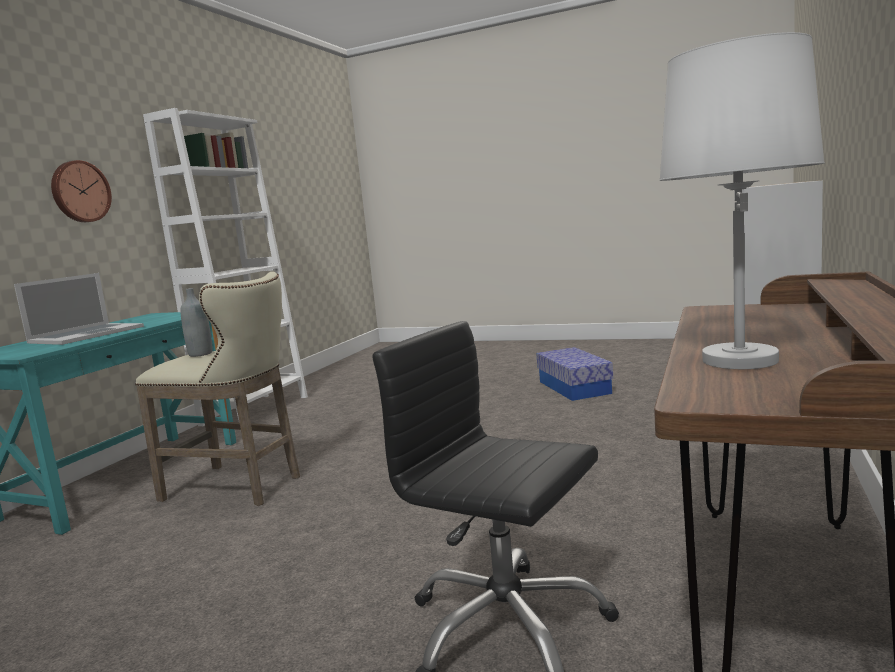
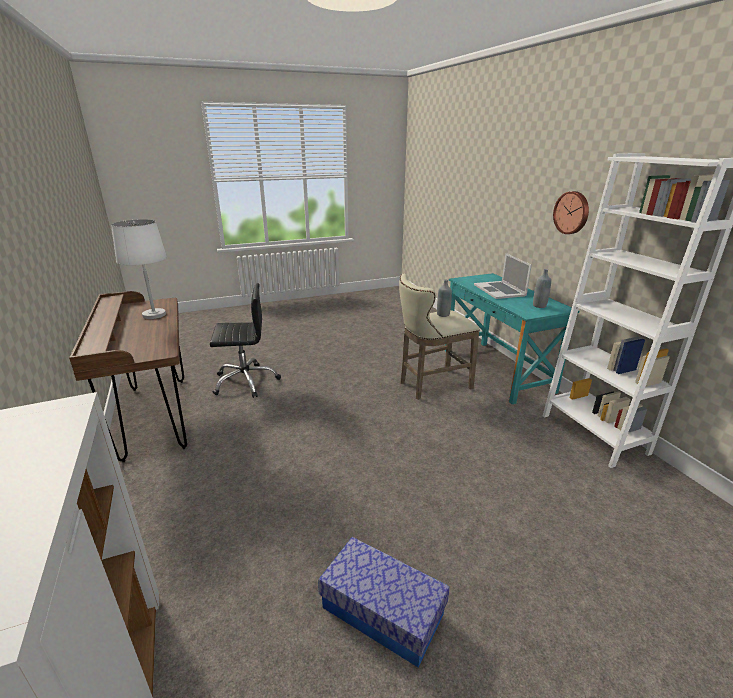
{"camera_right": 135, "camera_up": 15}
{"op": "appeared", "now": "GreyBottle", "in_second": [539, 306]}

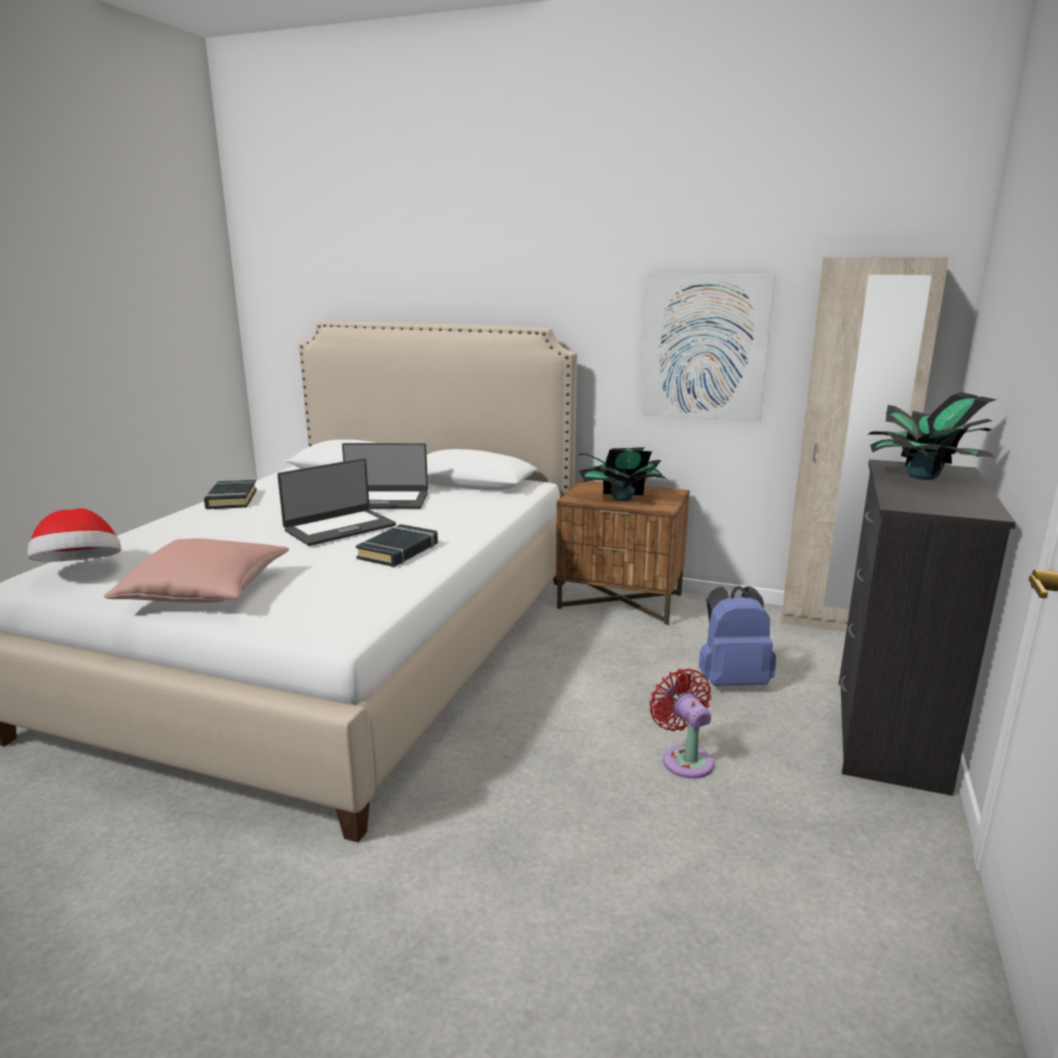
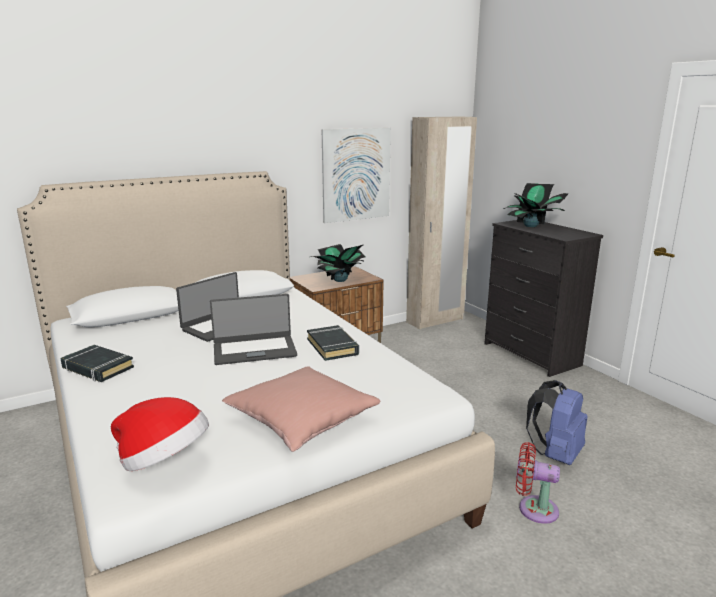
{"camera_right": -50, "camera_up": 0}
{"op": "relocated", "was": "RedFan", "in_first": [685, 759], "in_second": [533, 509]}
{"op": "relocated", "was": "BlueBackpack", "in_first": [732, 681], "in_second": [555, 454]}
{"op": "spun", "was": "Laptop", "in_first": [339, 527], "in_second": [254, 350], "clockwise": 75}

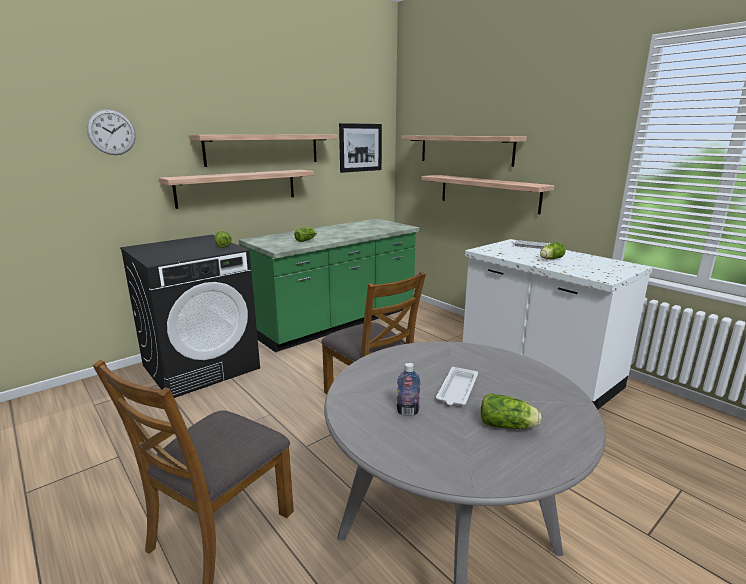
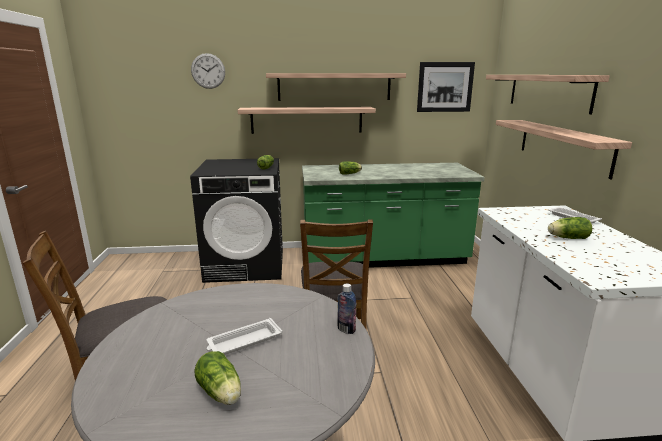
{"camera_right": 35, "camera_up": 0}
{"op": "relocated", "was": "Bottle", "in_first": [407, 412], "in_second": [346, 329]}

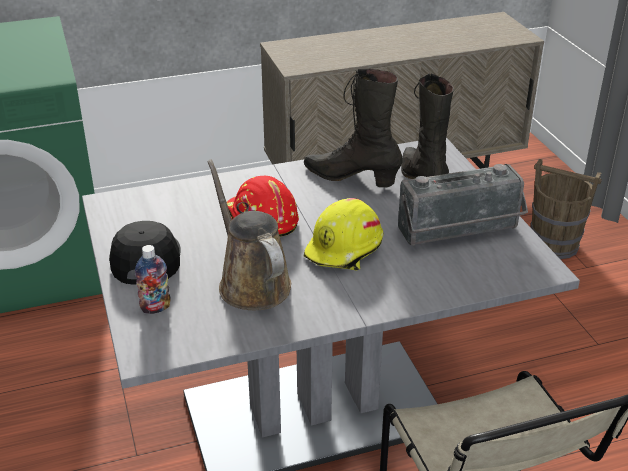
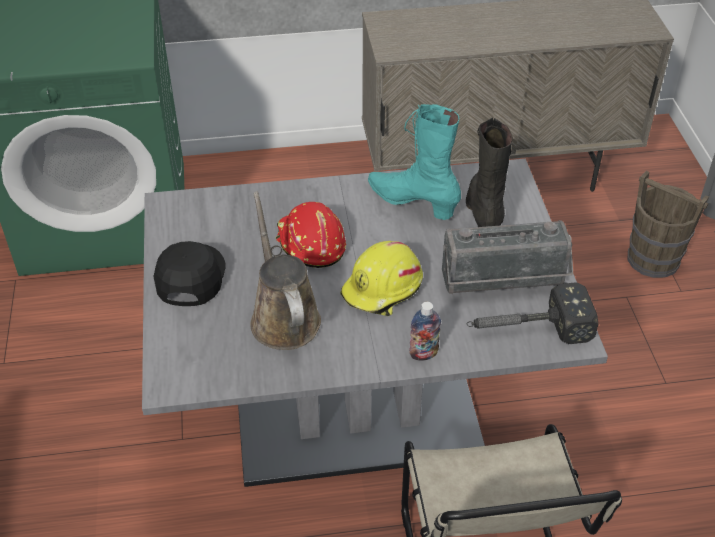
{"camera_right": 10, "camera_up": 10}
{"op": "appeared", "now": "Hammer", "in_second": [526, 329]}
{"op": "relocated", "was": "Bottle", "in_first": [155, 308], "in_second": [423, 354]}
{"op": "colour", "was": "BlackBoot", "now": "TurquoiseBoot", "in_first": [351, 178], "in_second": [412, 202]}

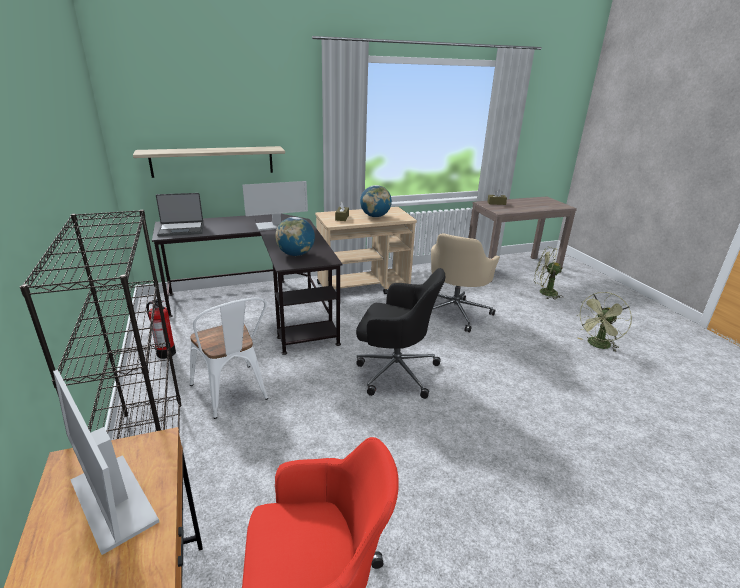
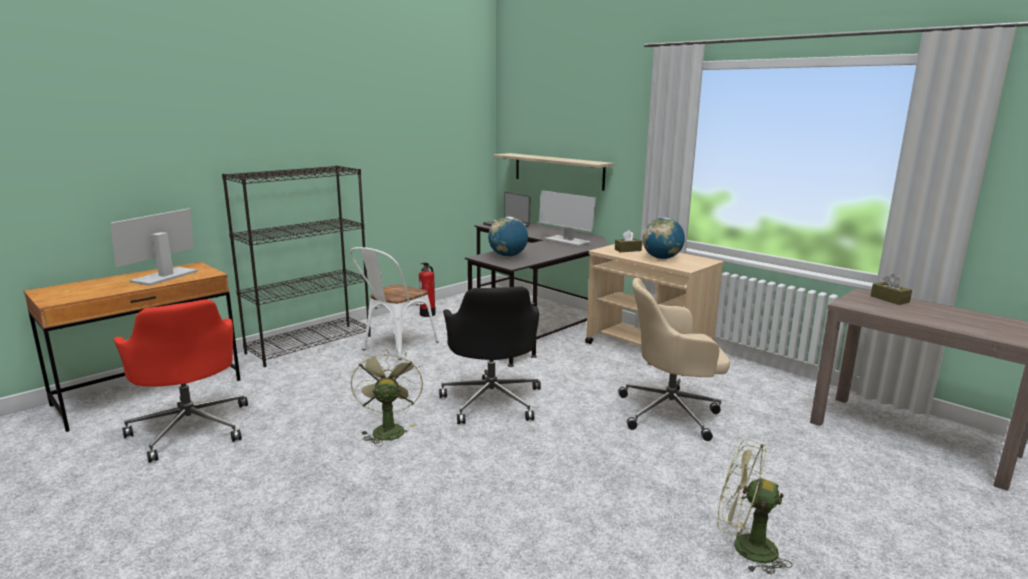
{"camera_right": 65, "camera_up": -10}
{"op": "relocated", "was": "GreenFan", "in_first": [544, 292], "in_second": [387, 429]}

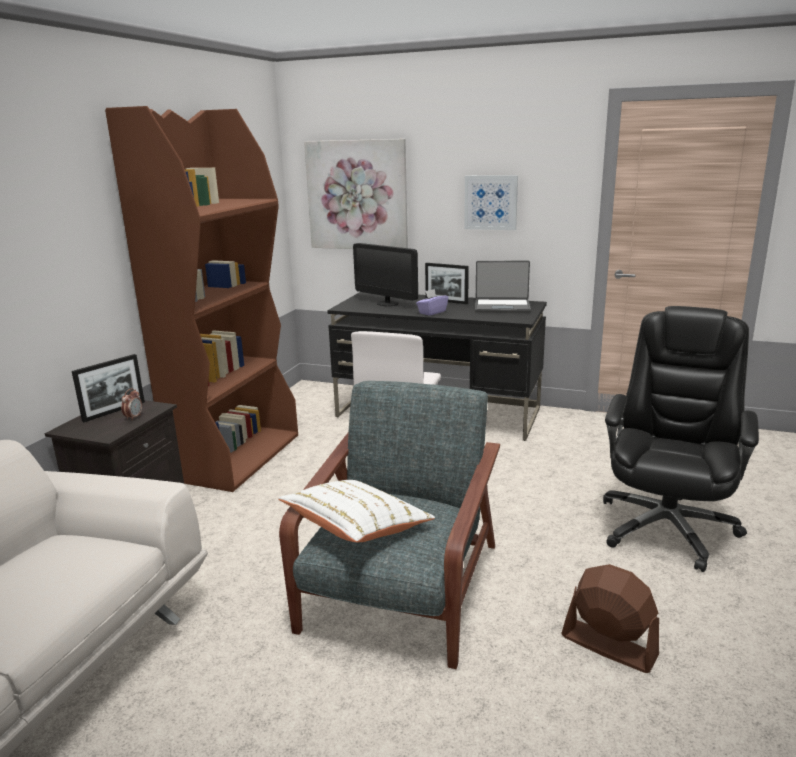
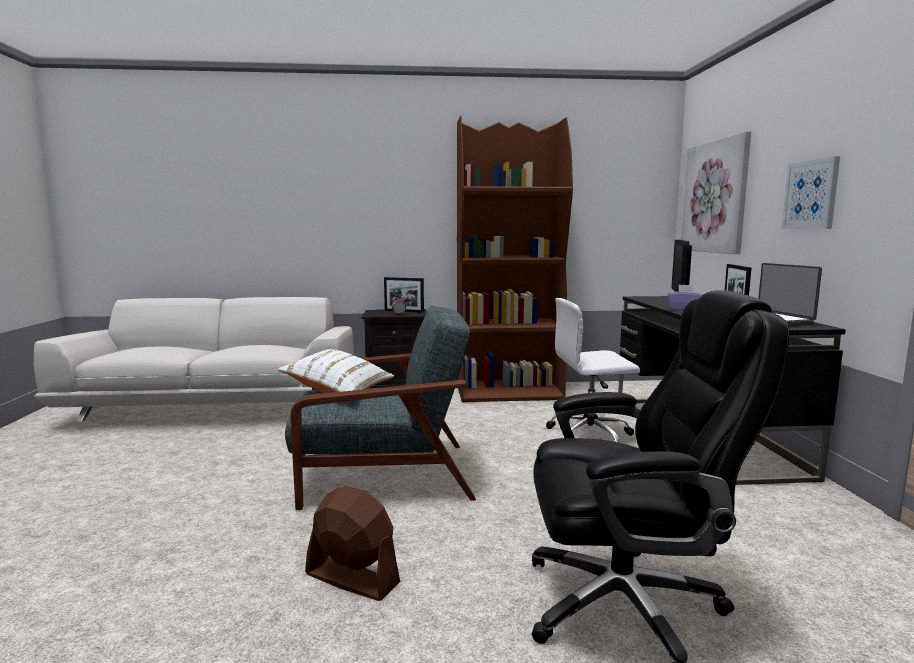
{"camera_right": 65, "camera_up": -10}
{"op": "spun", "was": "BrownFan", "in_first": [608, 645], "in_second": [352, 578], "clockwise": -75}

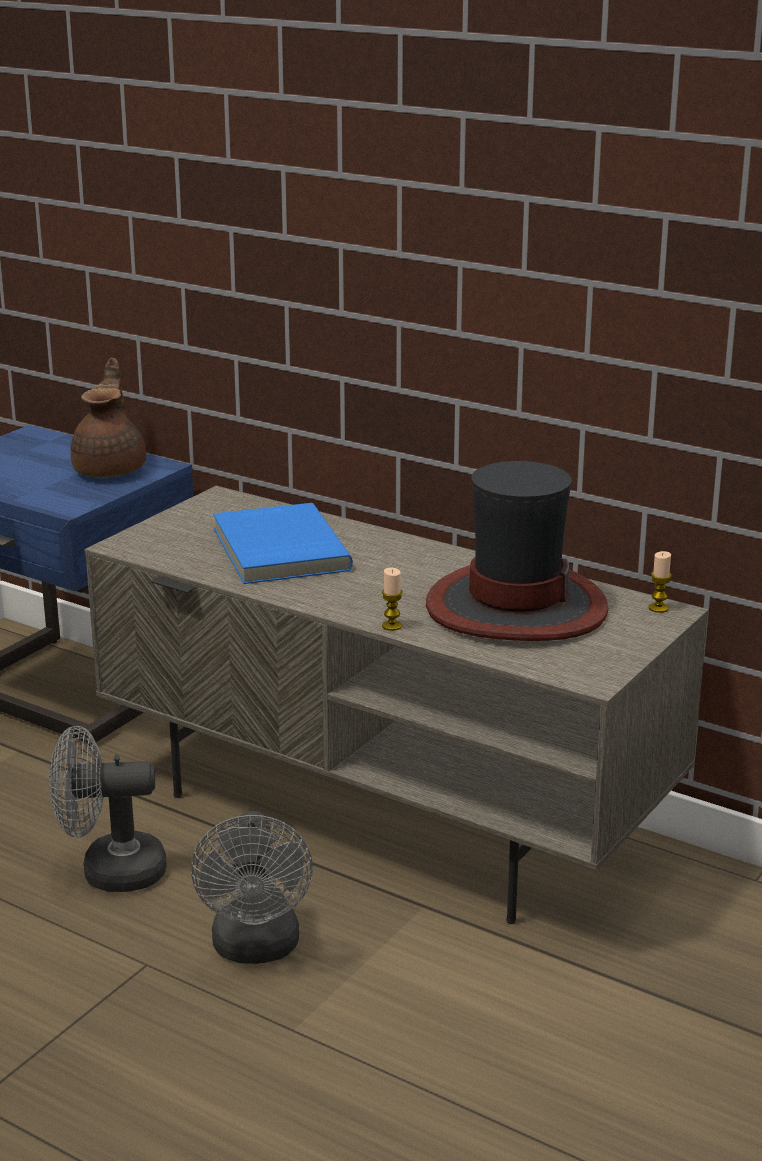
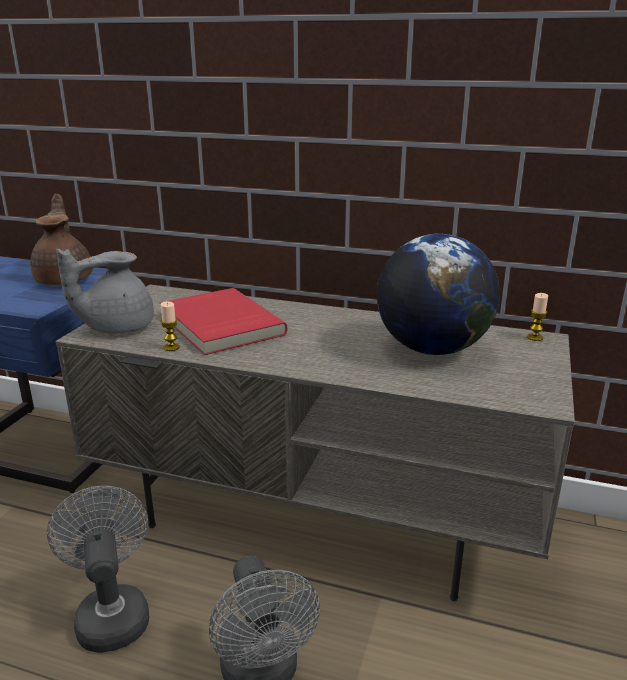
{"camera_right": -15, "camera_up": 0}
{"op": "appeared", "now": "GreyTeapot", "in_second": [116, 327]}
{"op": "relocated", "was": "Candle", "in_first": [392, 626], "in_second": [171, 347]}
{"op": "exchanged", "was": "Hat", "now": "Globe", "in_first": [515, 607], "in_second": [432, 349]}
{"op": "colour", "was": "BlueBook", "now": "RedBook", "in_first": [277, 549], "in_second": [219, 325]}
{"op": "spun", "was": "GreyFan", "in_first": [110, 871], "in_second": [111, 613], "clockwise": 90}

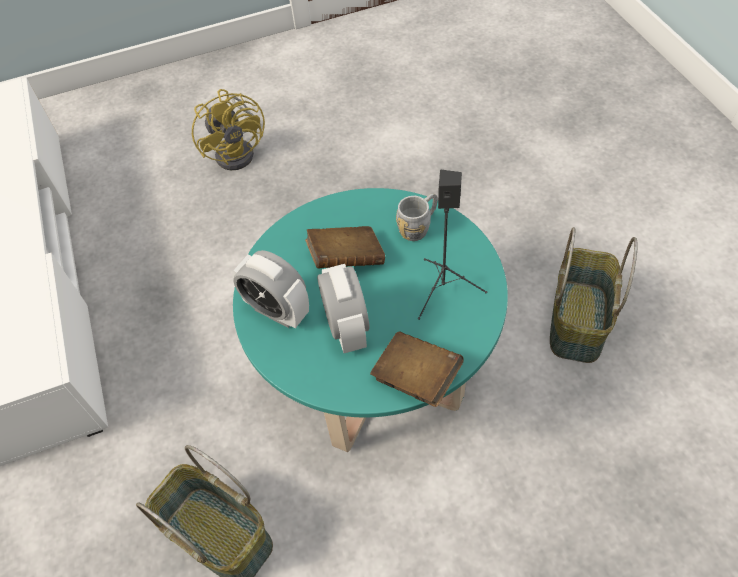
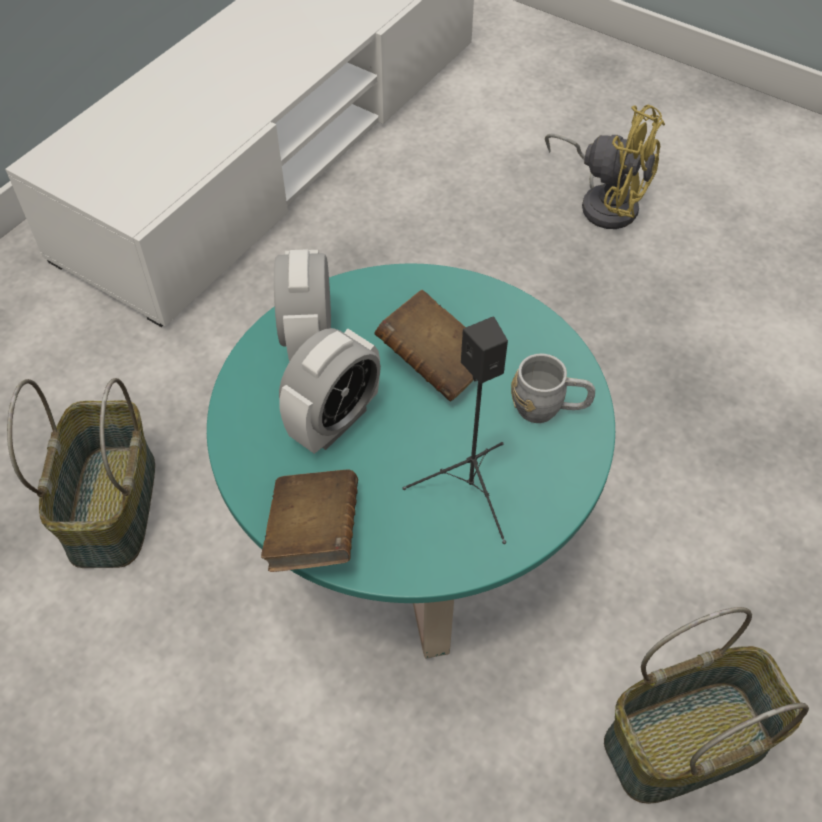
{"camera_right": 50, "camera_up": 0}
{"op": "spun", "was": "YellowFan", "in_first": [239, 151], "in_second": [604, 201], "clockwise": -90}

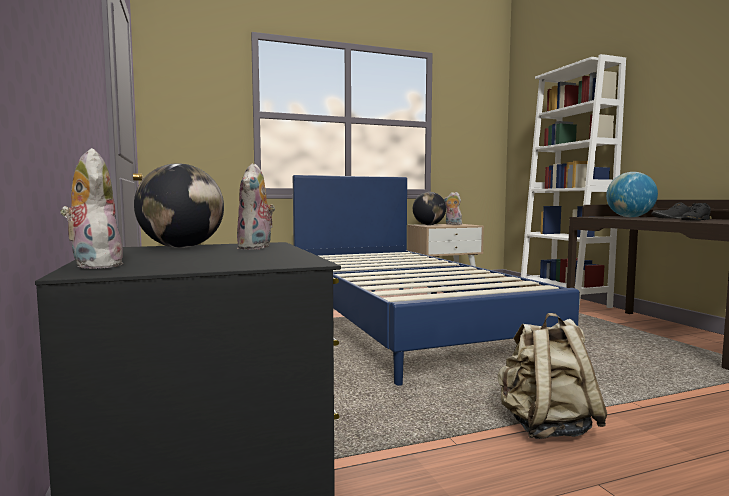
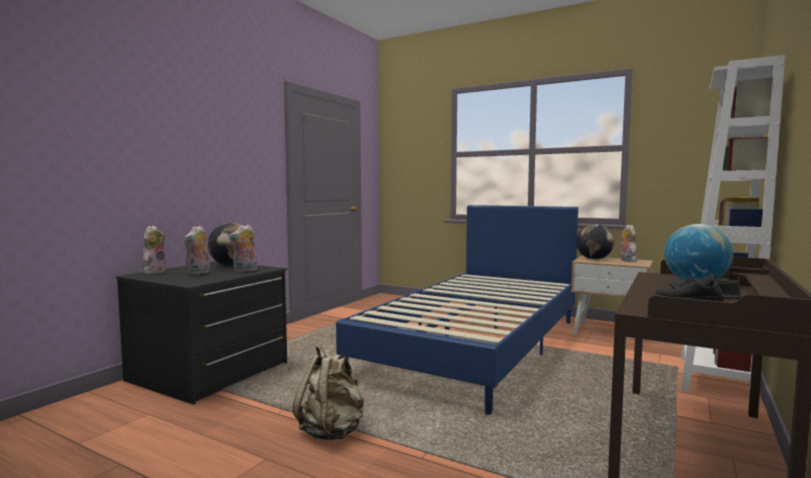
{"camera_right": 50, "camera_up": 0}
{"op": "appeared", "now": "PlushToy", "in_second": [198, 273]}

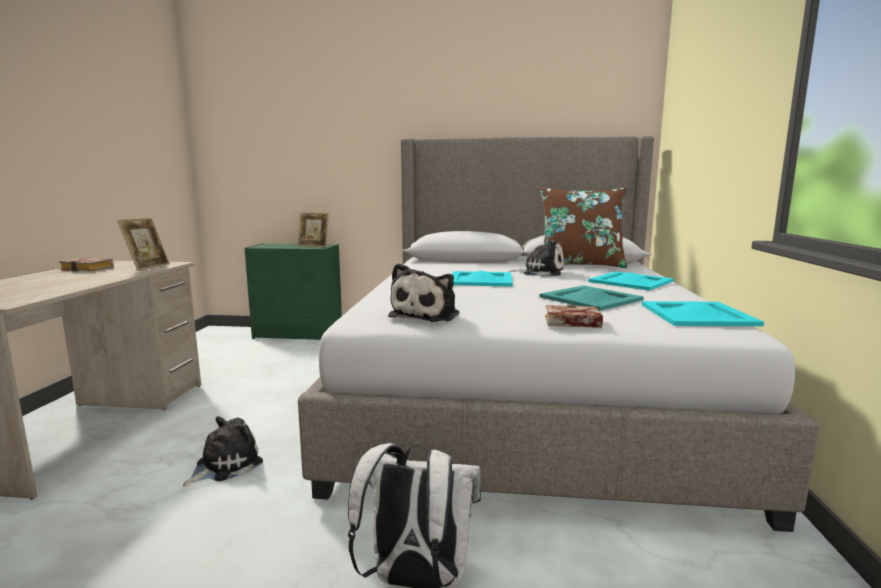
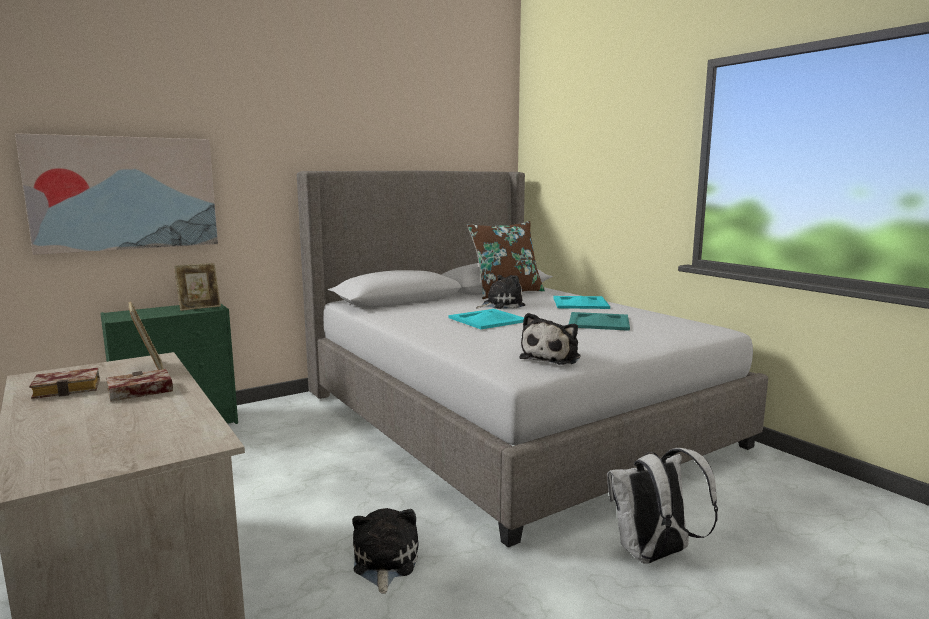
{"camera_right": -40, "camera_up": 0}
{"op": "missing", "was": "TurquoiseTray", "in_first": [697, 315]}
{"op": "appeared", "now": "Picture", "in_second": [125, 193]}
{"op": "relocated", "was": "Book", "in_first": [570, 323], "in_second": [137, 392]}
{"op": "spun", "was": "PlushToy", "in_first": [427, 315], "in_second": [552, 357], "clockwise": 45}

